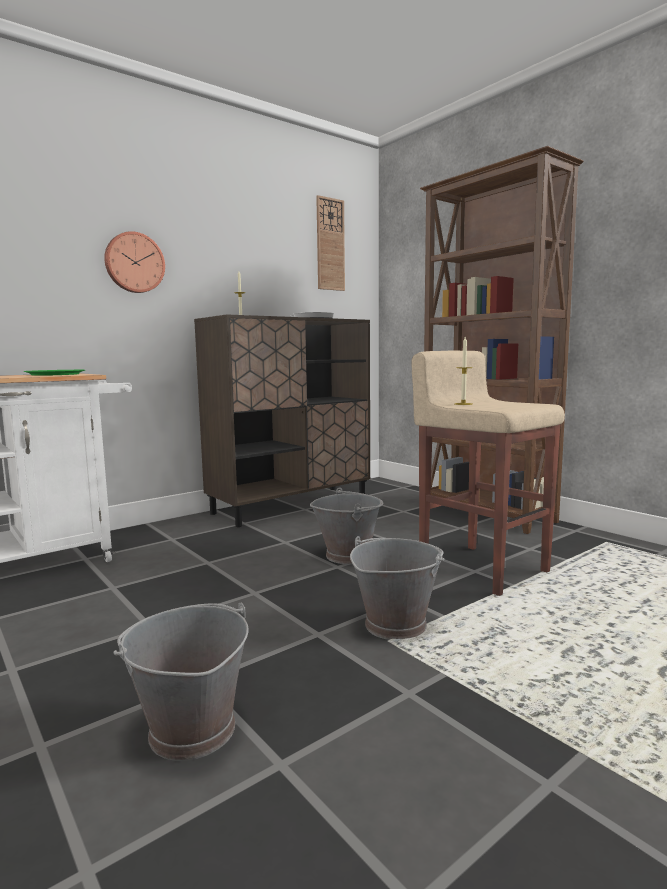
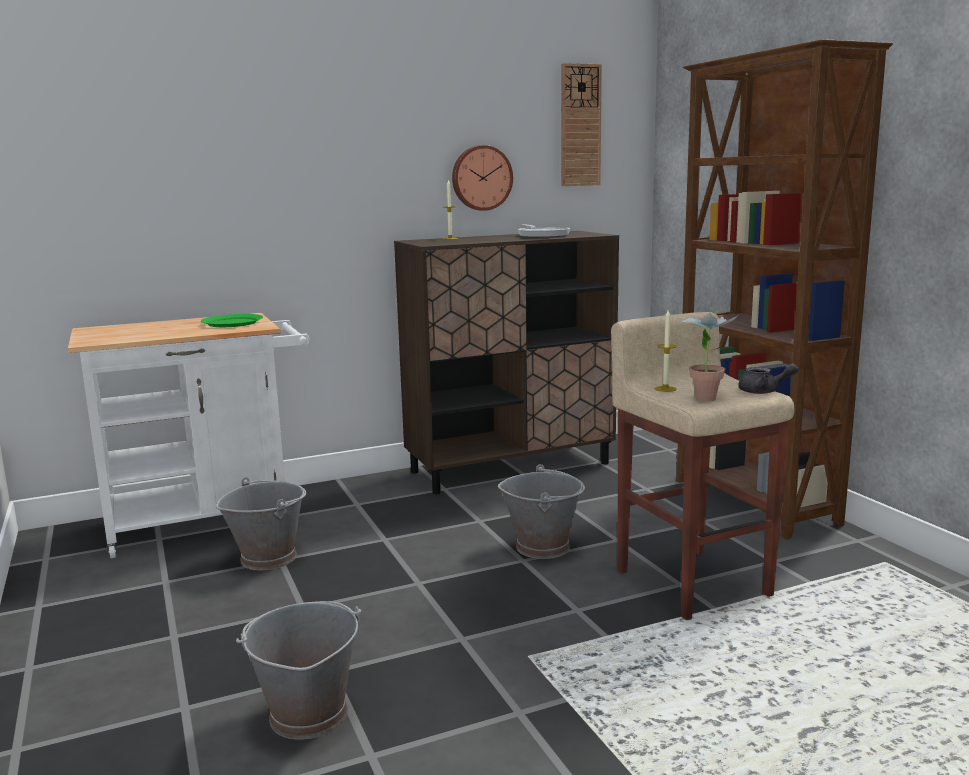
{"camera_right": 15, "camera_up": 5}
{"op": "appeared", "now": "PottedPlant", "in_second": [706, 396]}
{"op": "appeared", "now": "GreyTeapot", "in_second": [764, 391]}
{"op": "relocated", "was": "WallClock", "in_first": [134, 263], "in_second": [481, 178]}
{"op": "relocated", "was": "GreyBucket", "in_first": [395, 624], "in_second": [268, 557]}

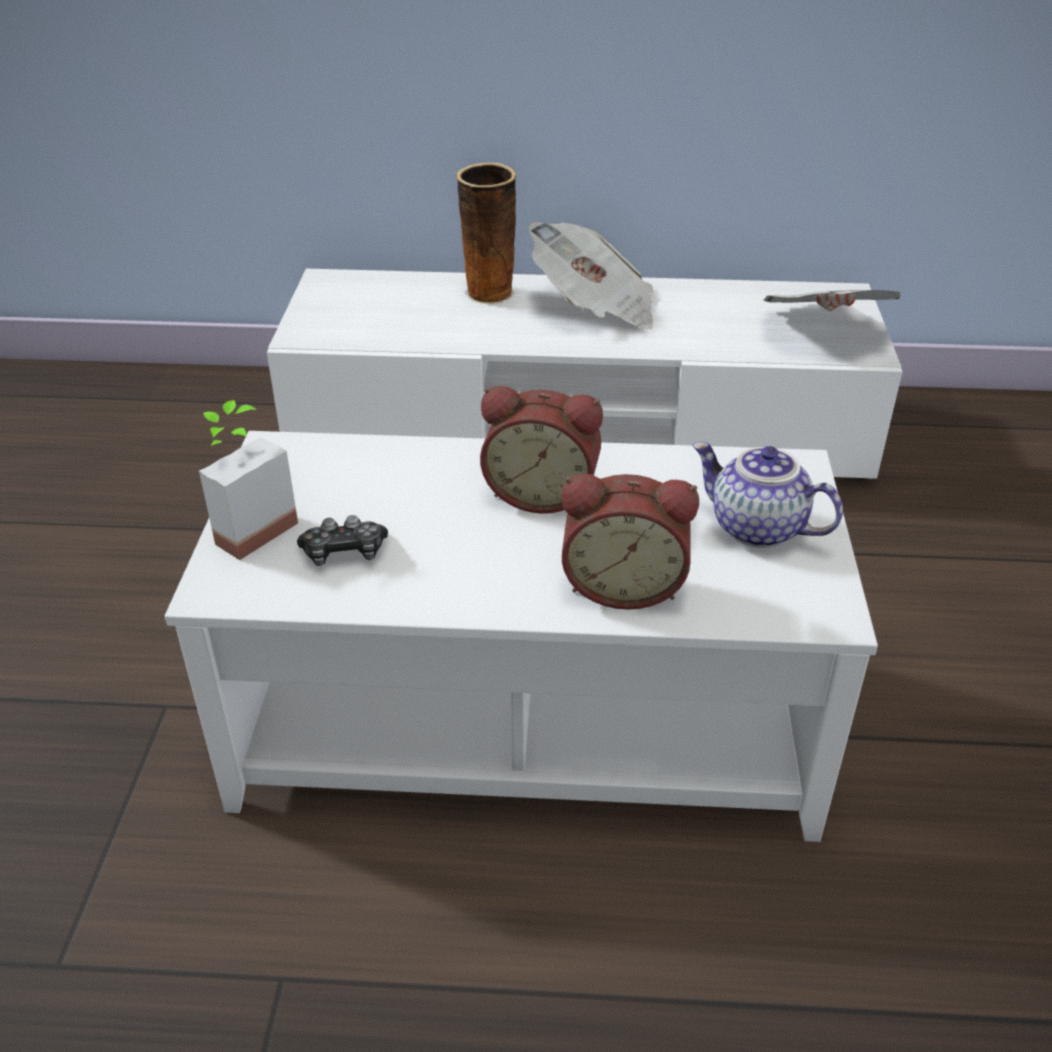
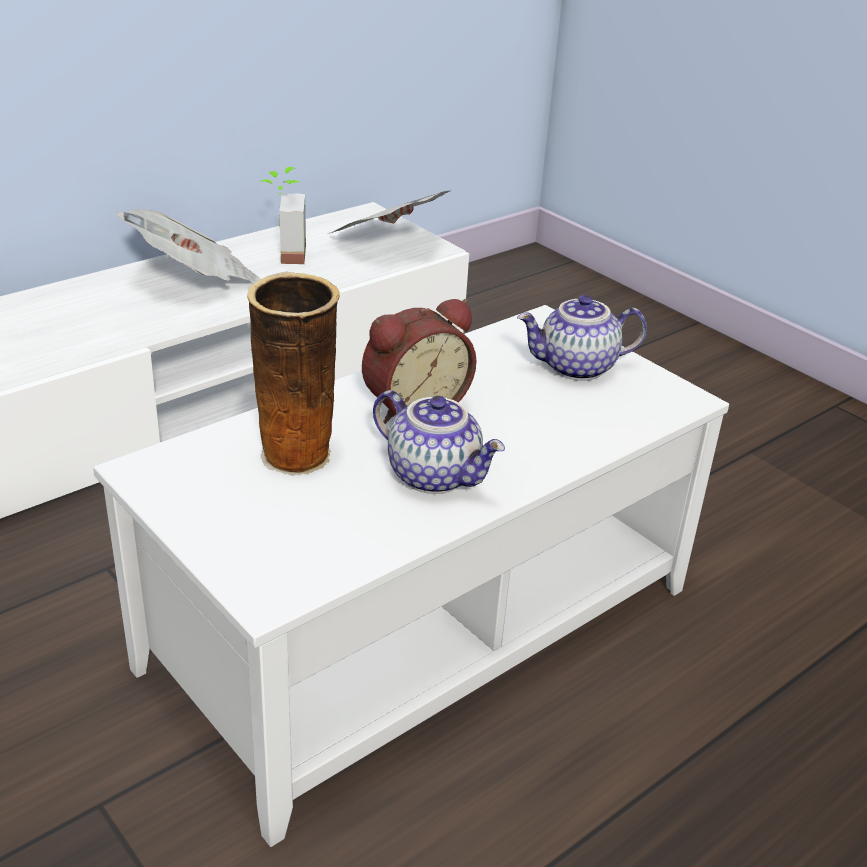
{"camera_right": -45, "camera_up": -5}
{"op": "missing", "was": "GameController", "in_first": [344, 553]}
{"op": "missing", "was": "AlarmClock", "in_first": [623, 584]}
{"op": "appeared", "now": "Teapot", "in_second": [436, 475]}
{"op": "relocated", "was": "PottedPlant", "in_first": [246, 527], "in_second": [283, 254]}
{"op": "relocated", "was": "Vase", "in_first": [488, 294], "in_second": [297, 457]}

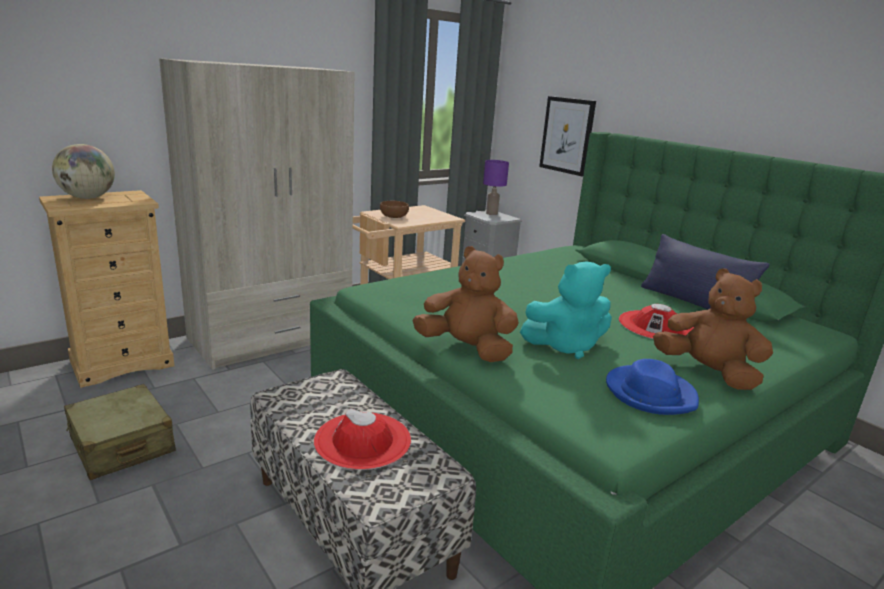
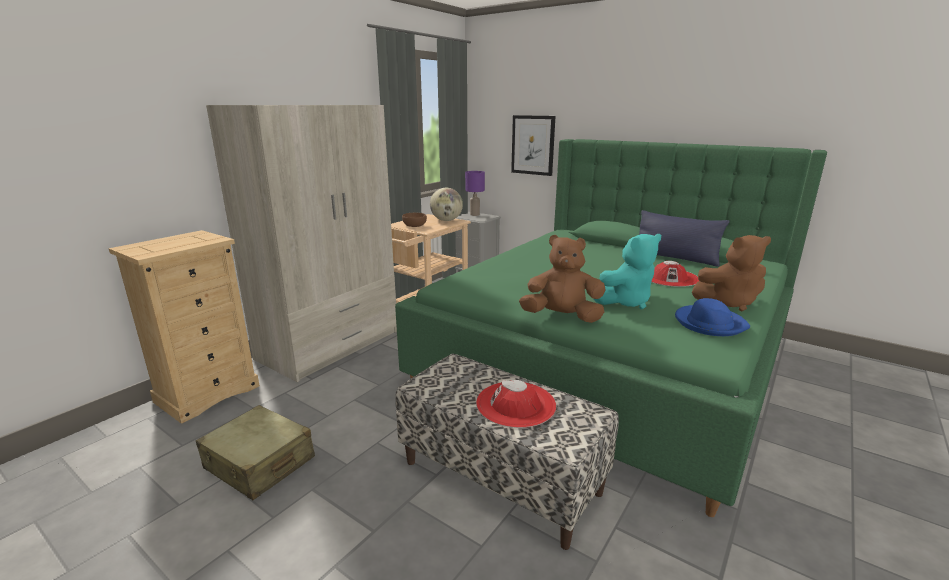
{"camera_right": -15, "camera_up": 0}
{"op": "relocated", "was": "Globe", "in_first": [87, 198], "in_second": [446, 220]}
{"op": "spun", "was": "BrownPlushToy", "in_first": [707, 372], "in_second": [728, 302], "clockwise": 150}

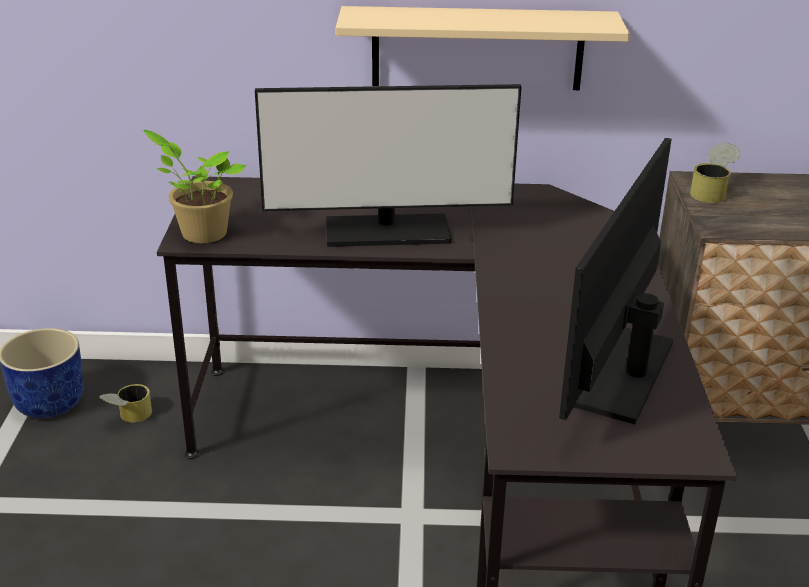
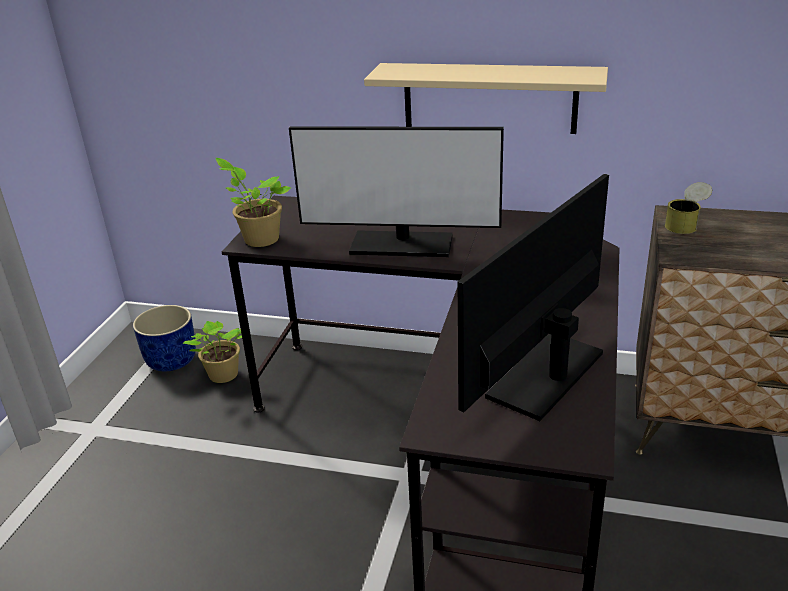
{"camera_right": 15, "camera_up": 0}
{"op": "exchanged", "was": "Can", "now": "PottedPlant", "in_first": [128, 417], "in_second": [222, 376]}

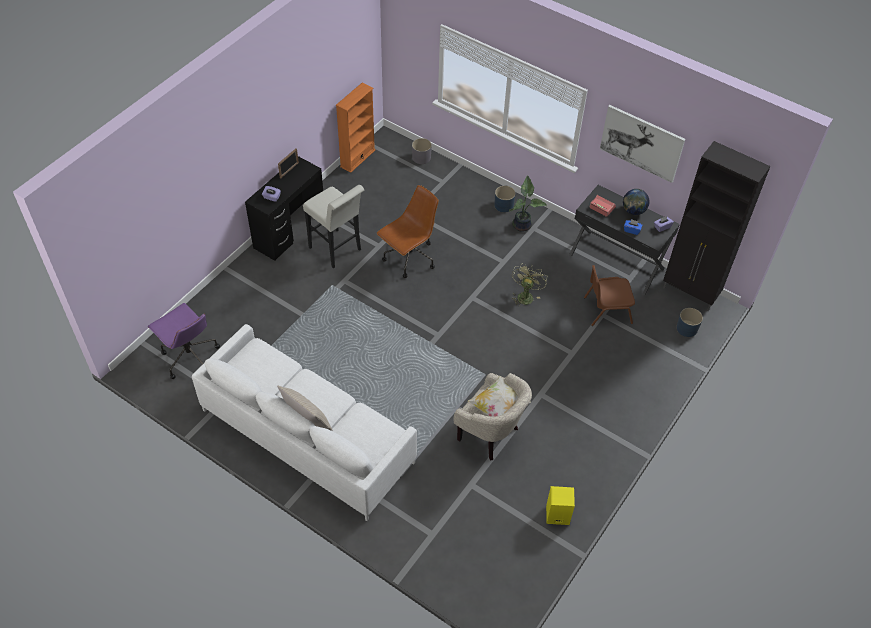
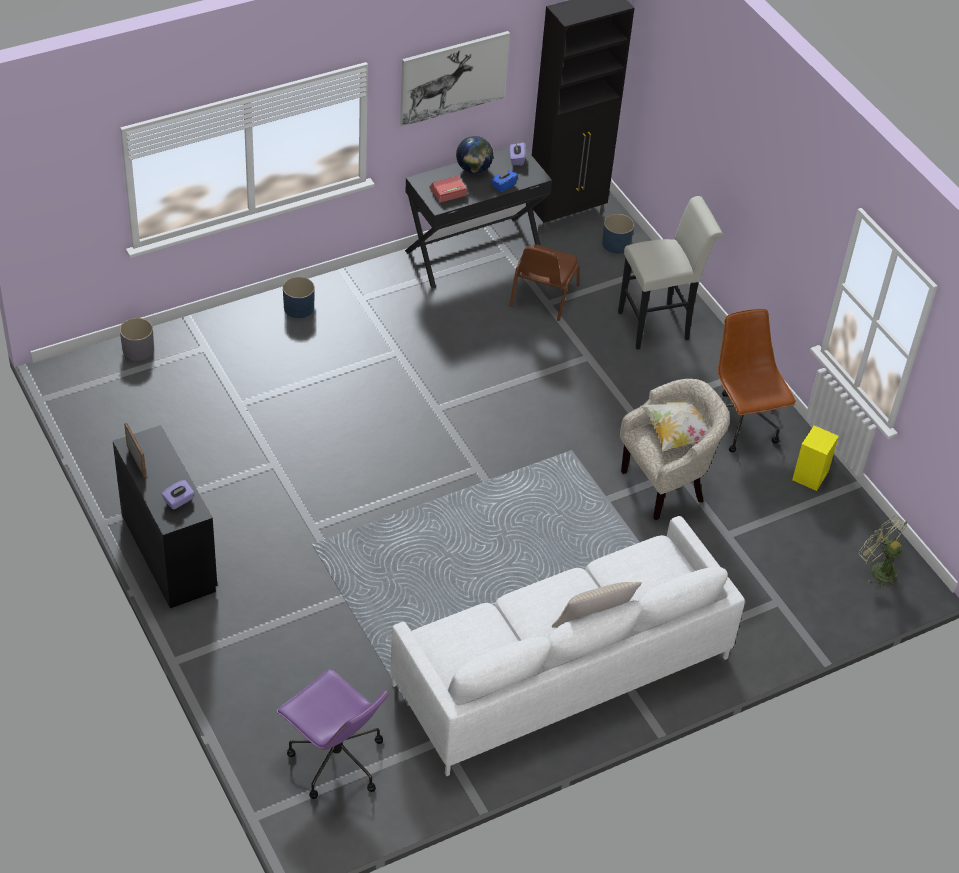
{"camera_right": -65, "camera_up": -5}
{"op": "missing", "was": "OrangeBookcase", "in_first": [357, 158]}
{"op": "missing", "was": "PottedPlant", "in_first": [522, 225]}
{"op": "relocated", "was": "WhiteStool", "in_first": [337, 251], "in_second": [659, 325]}
{"op": "relocated", "was": "BrownOfficeChair", "in_first": [409, 258], "in_second": [741, 424]}
{"op": "relocated", "was": "GreenFan", "in_first": [525, 295], "in_second": [878, 569]}
{"op": "spun", "was": "PurpleOfficeChair", "in_first": [189, 357], "in_second": [335, 760], "clockwise": 60}

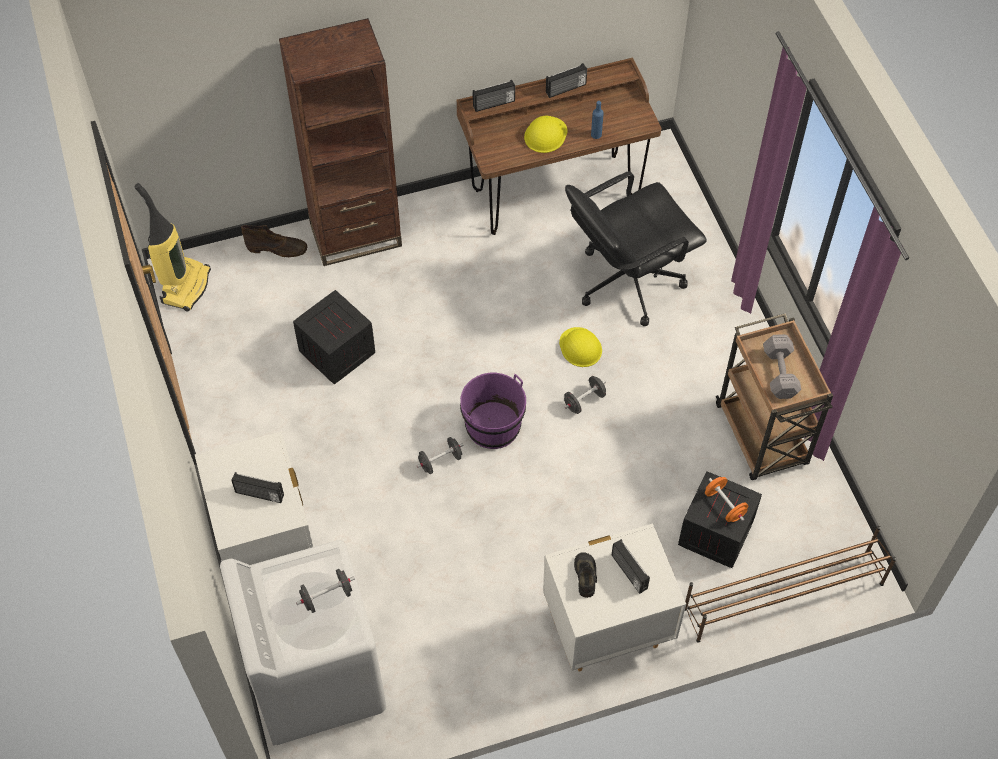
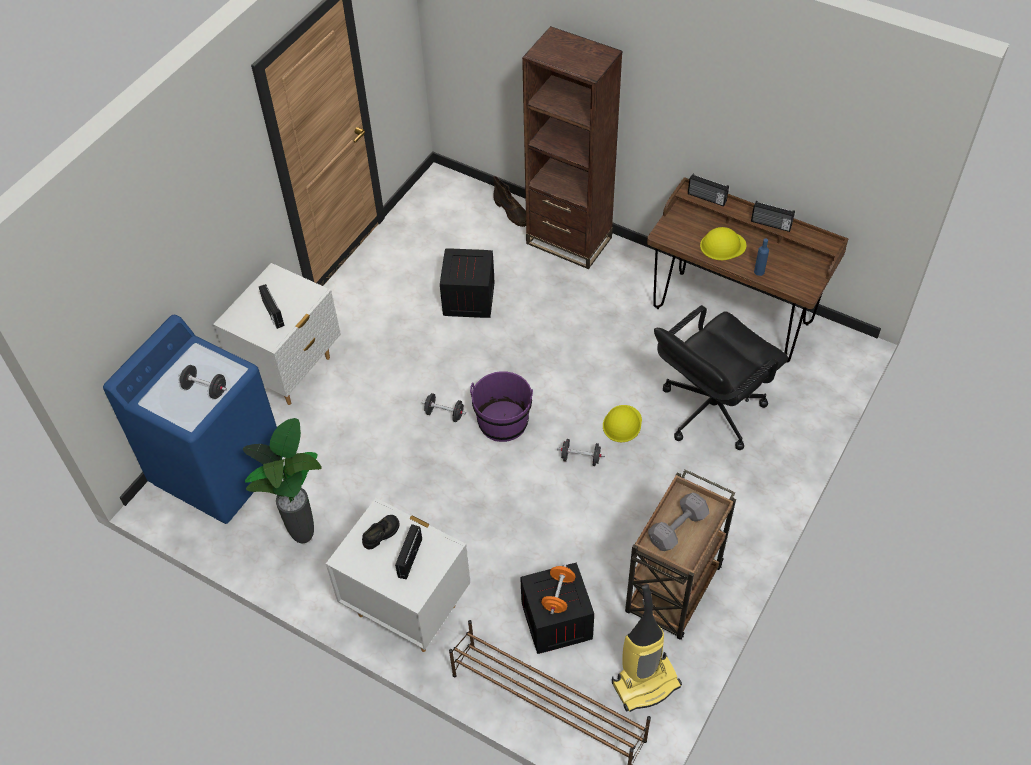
{"camera_right": 50, "camera_up": -5}
{"op": "appeared", "now": "PottedPlant", "in_second": [305, 535]}
{"op": "relocated", "was": "VacuumCleaner", "in_first": [185, 286], "in_second": [645, 683]}
{"op": "colour", "was": "WhiteWashingMachine", "now": "BlueWashingMachine", "in_first": [316, 677], "in_second": [219, 469]}
{"op": "spun", "was": "BlackOfficeChair", "in_first": [627, 281], "in_second": [710, 410], "clockwise": -60}

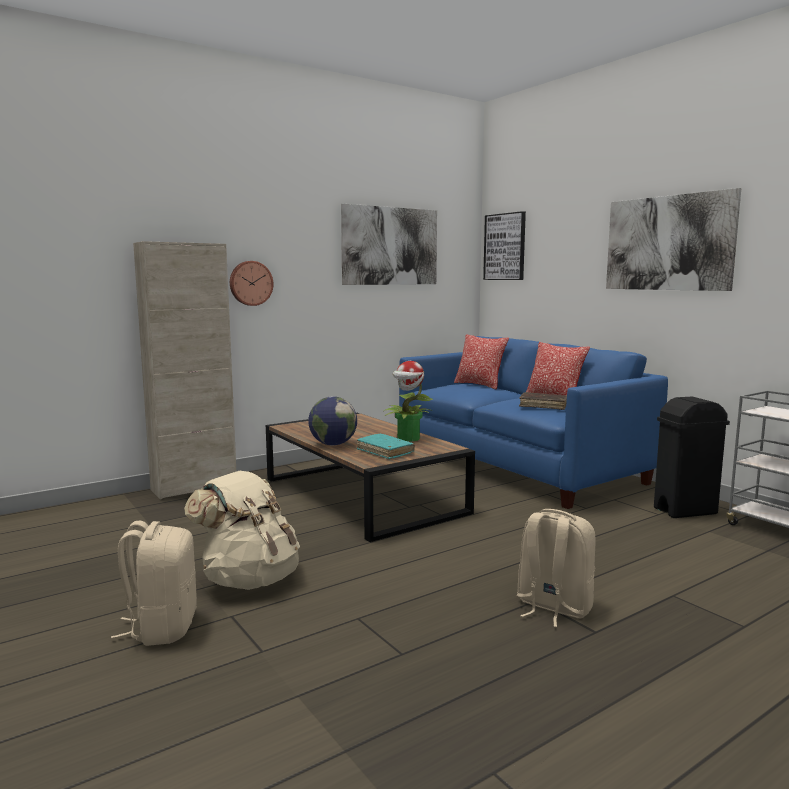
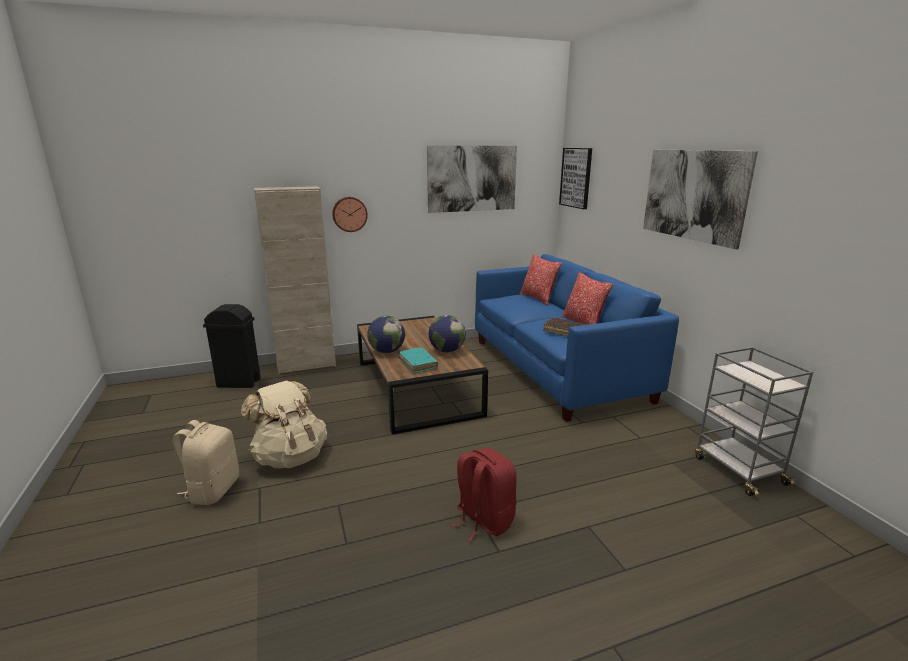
{"camera_right": 15, "camera_up": 10}
{"op": "relocated", "was": "BlackTrashCan", "in_first": [686, 511], "in_second": [239, 383]}
{"op": "exchanged", "was": "PottedPlant", "now": "Globe", "in_first": [408, 439], "in_second": [447, 351]}
{"op": "colour", "was": "BeigeBackpack", "now": "RedBackpack", "in_first": [552, 607], "in_second": [483, 520]}

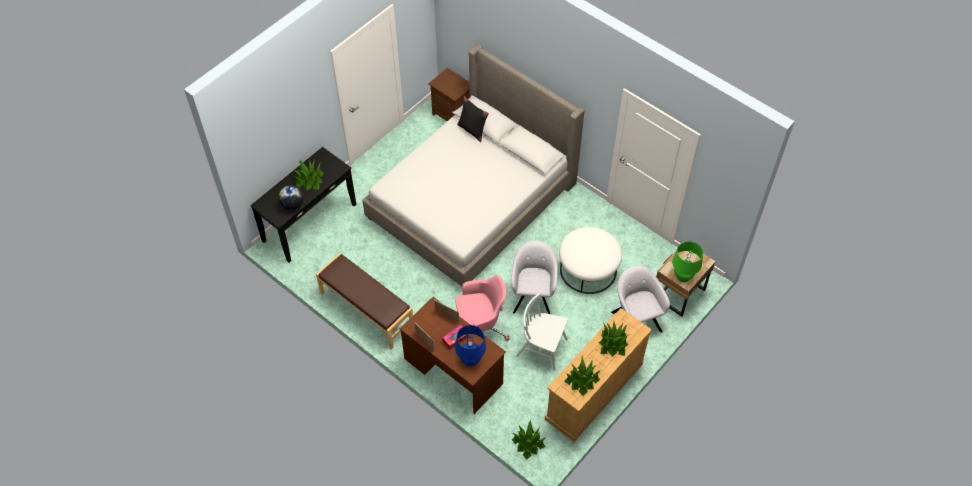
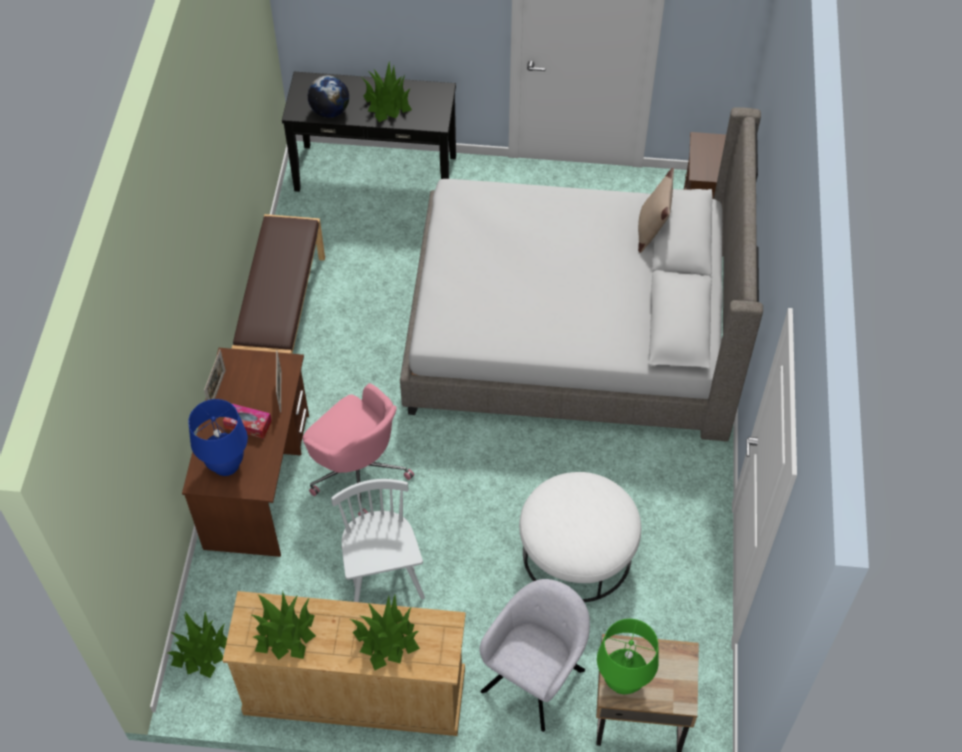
{"camera_right": 55, "camera_up": 0}
{"op": "missing", "was": "GreyArmchair", "in_first": [533, 295]}
{"op": "colour", "was": "BlackPillow", "now": "BeigePillow", "in_first": [472, 130], "in_second": [652, 230]}

